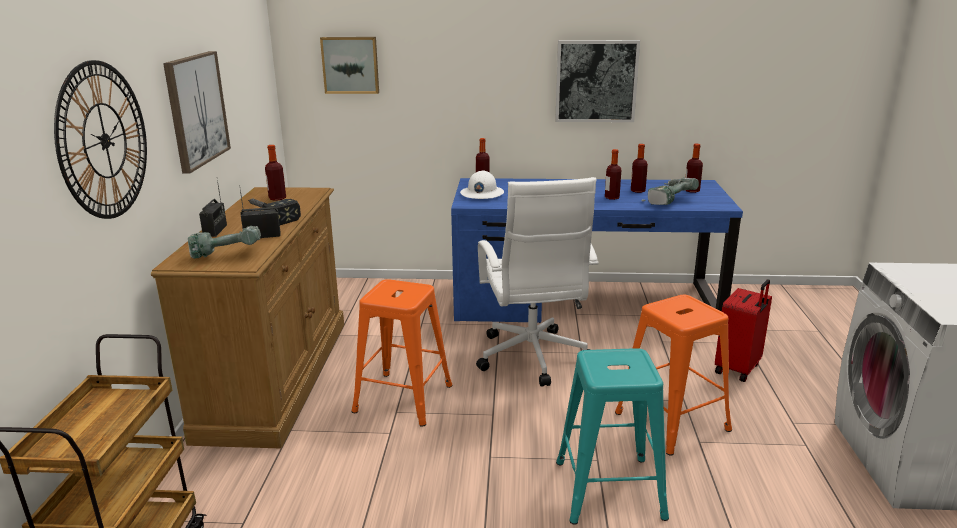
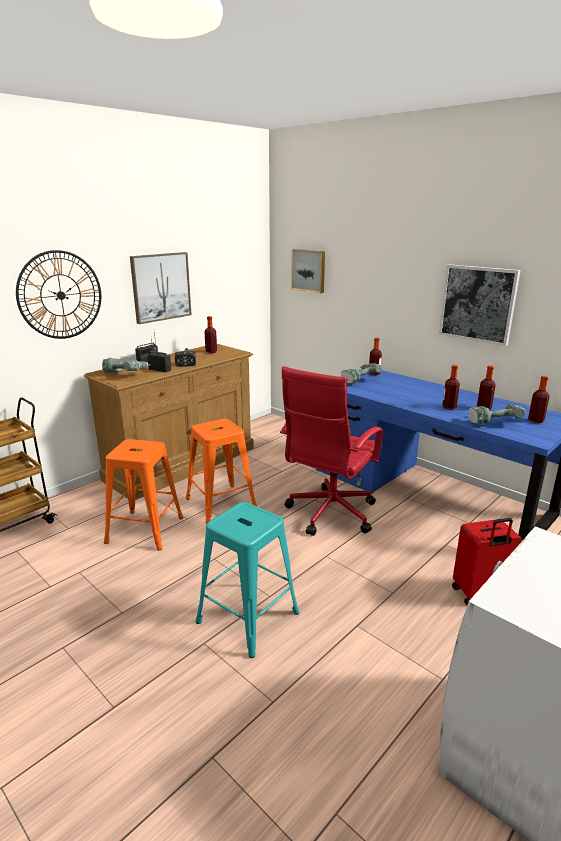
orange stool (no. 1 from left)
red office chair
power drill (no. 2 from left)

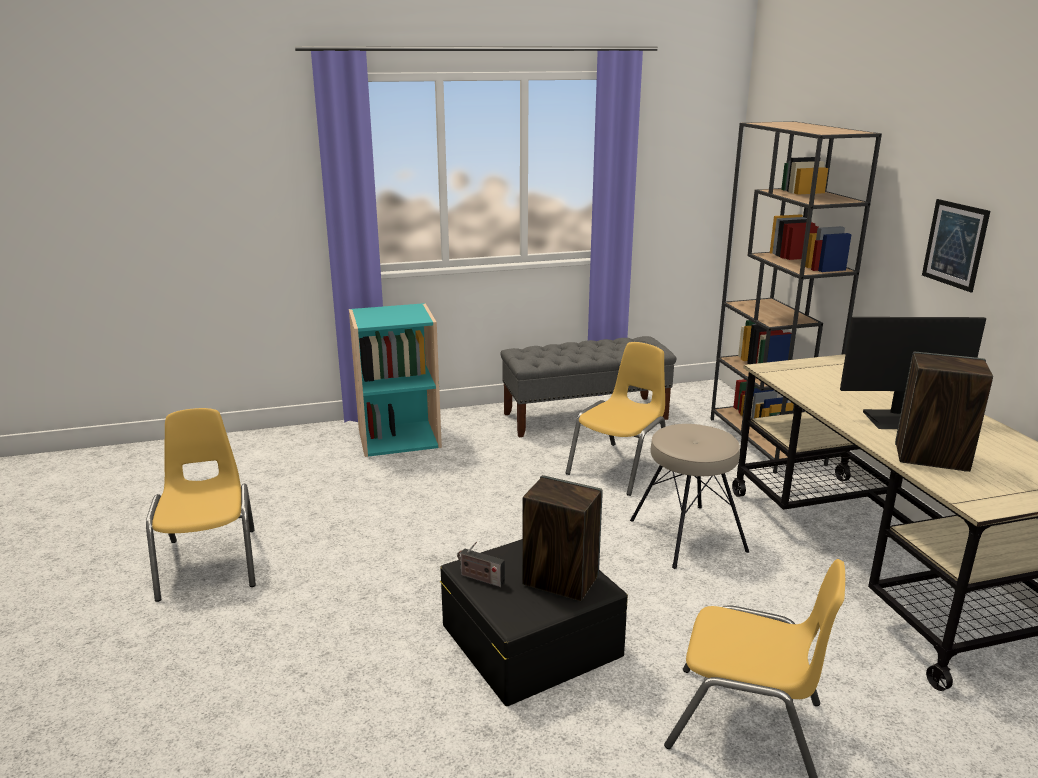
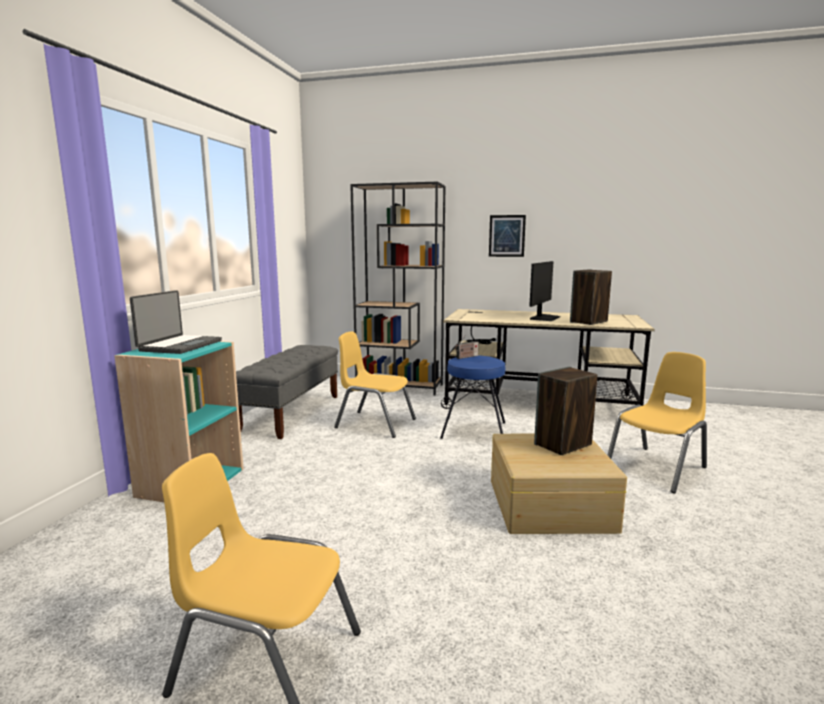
laptop
yellow chair (no. 2 from left)
blue stool
radio
beige storage box

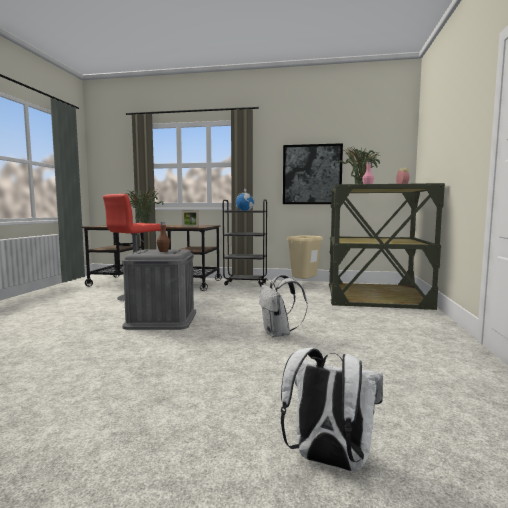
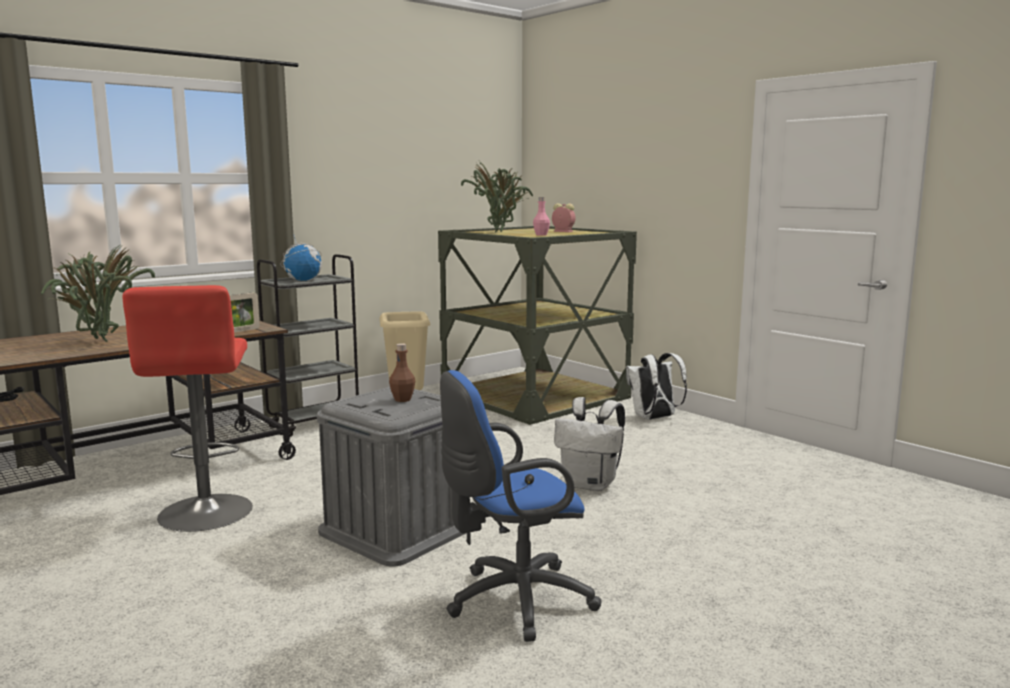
blue office chair
white backpack (no. 2 from left)
picture

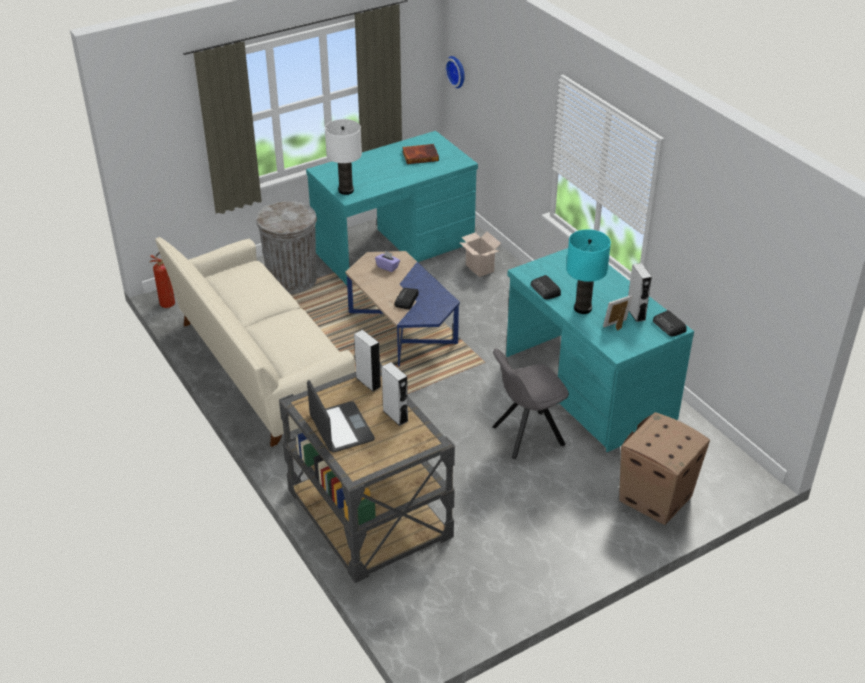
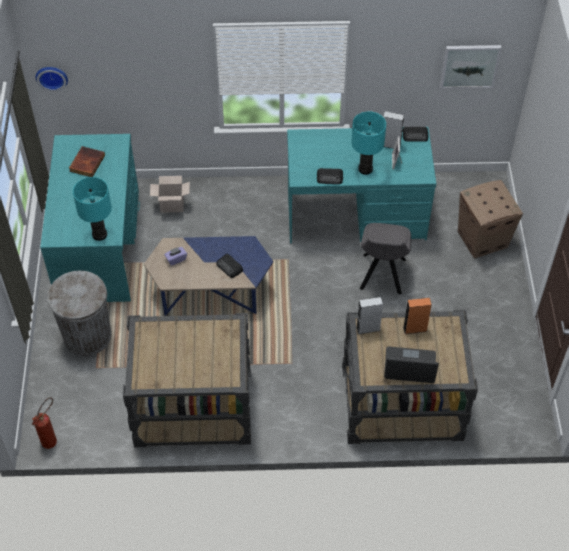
turquoise table lamp (no. 1 from left)
bookcase (no. 1 from left)
orange speaker
picture

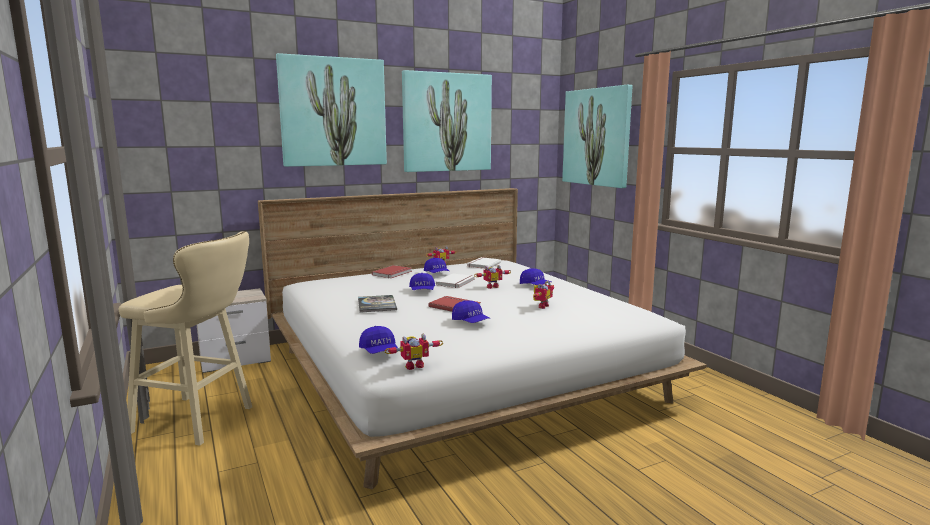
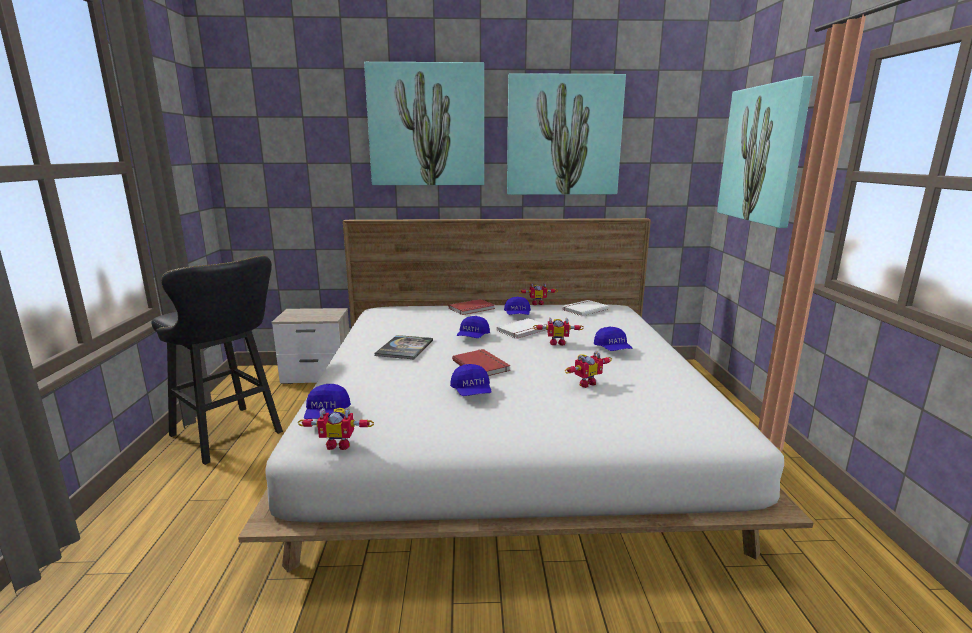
black stool

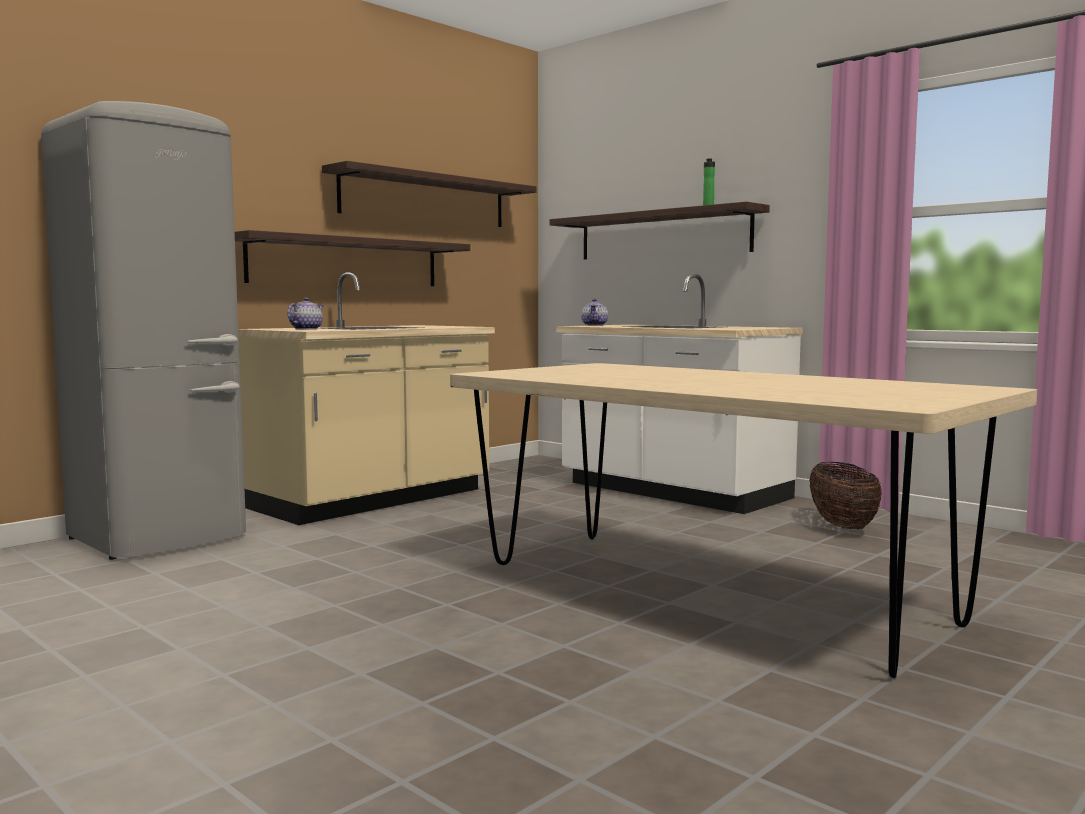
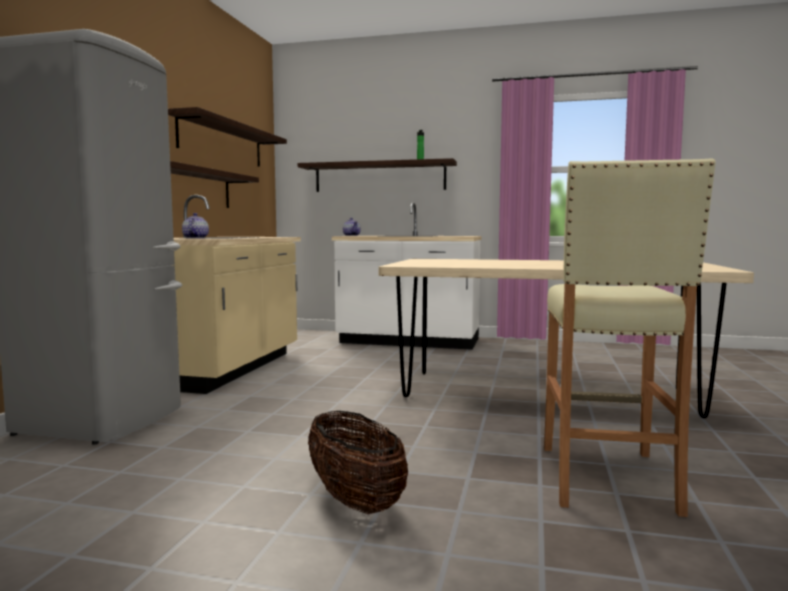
basket
beige stool

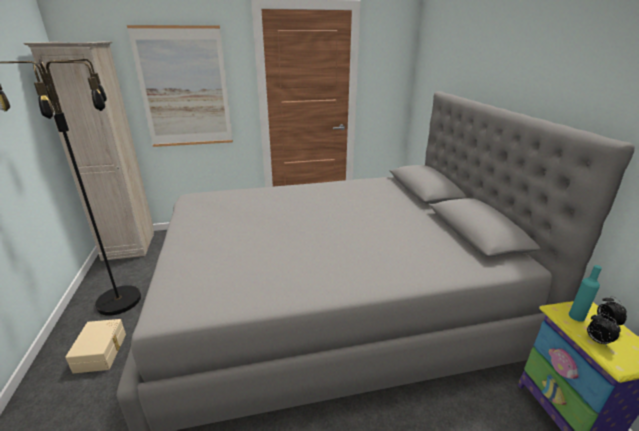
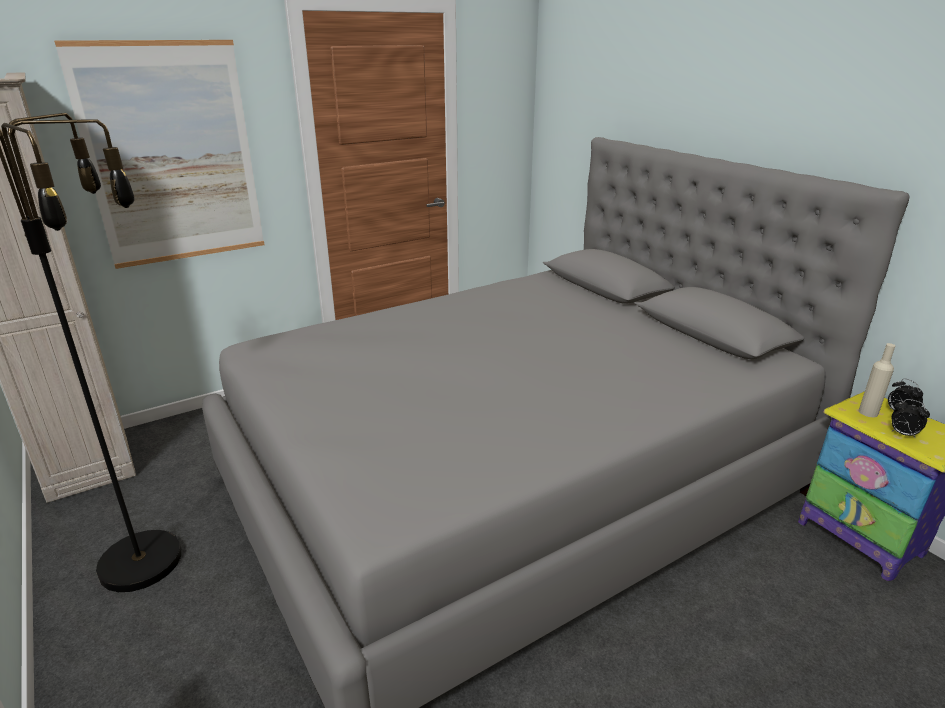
beige bottle
beige storage box

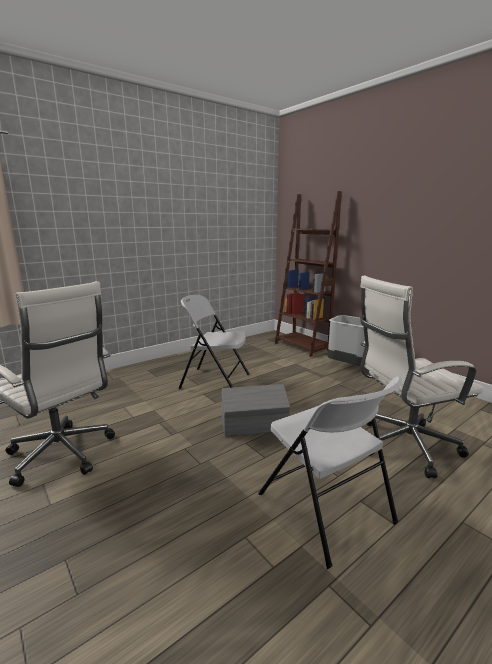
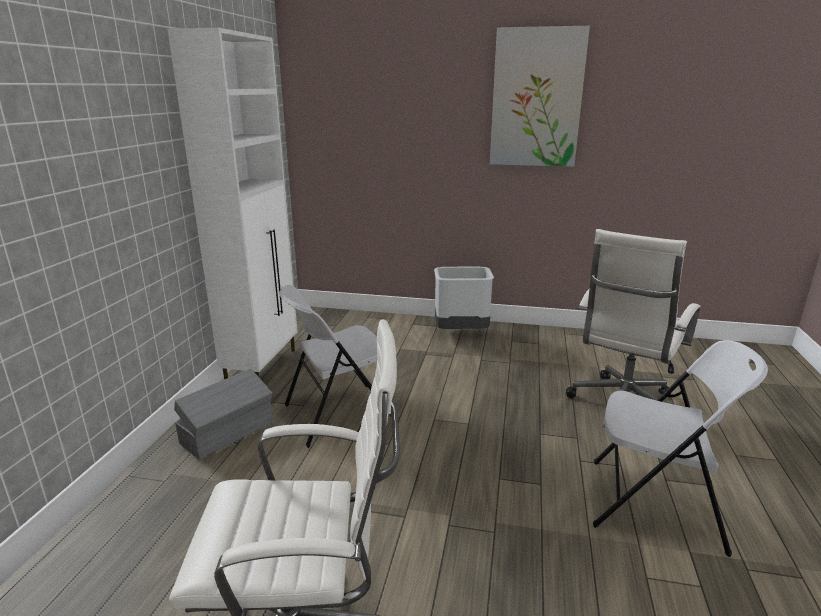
white cabinet
grey storage box
picture
brown bookcase

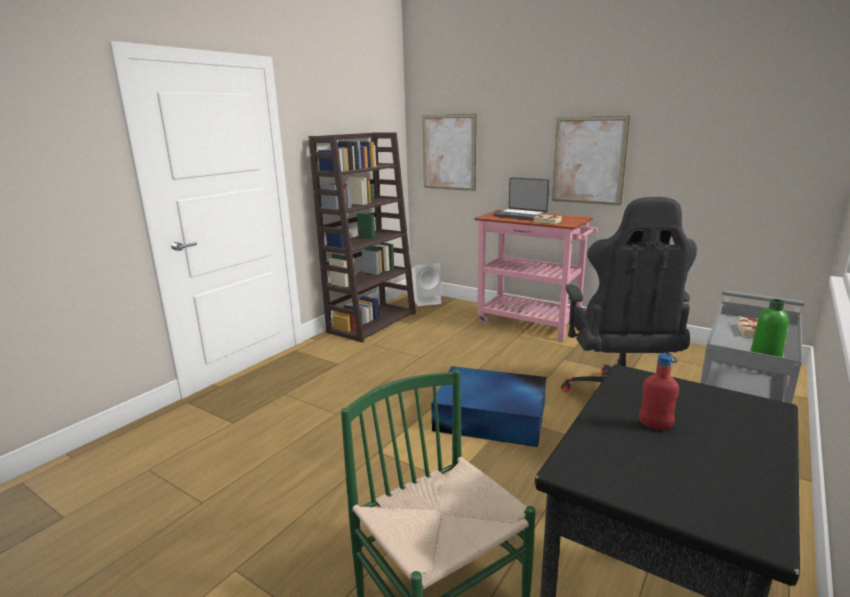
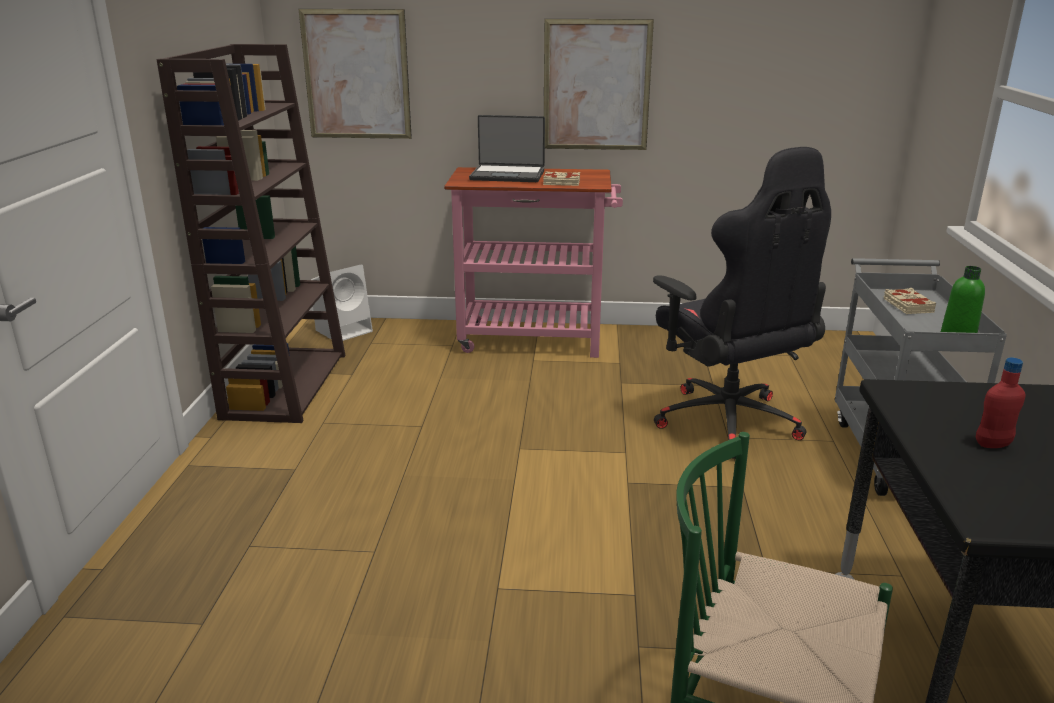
blue storage box

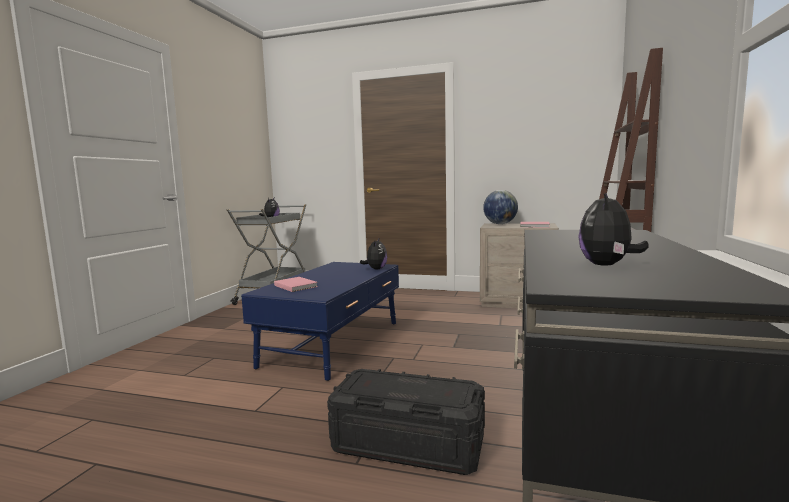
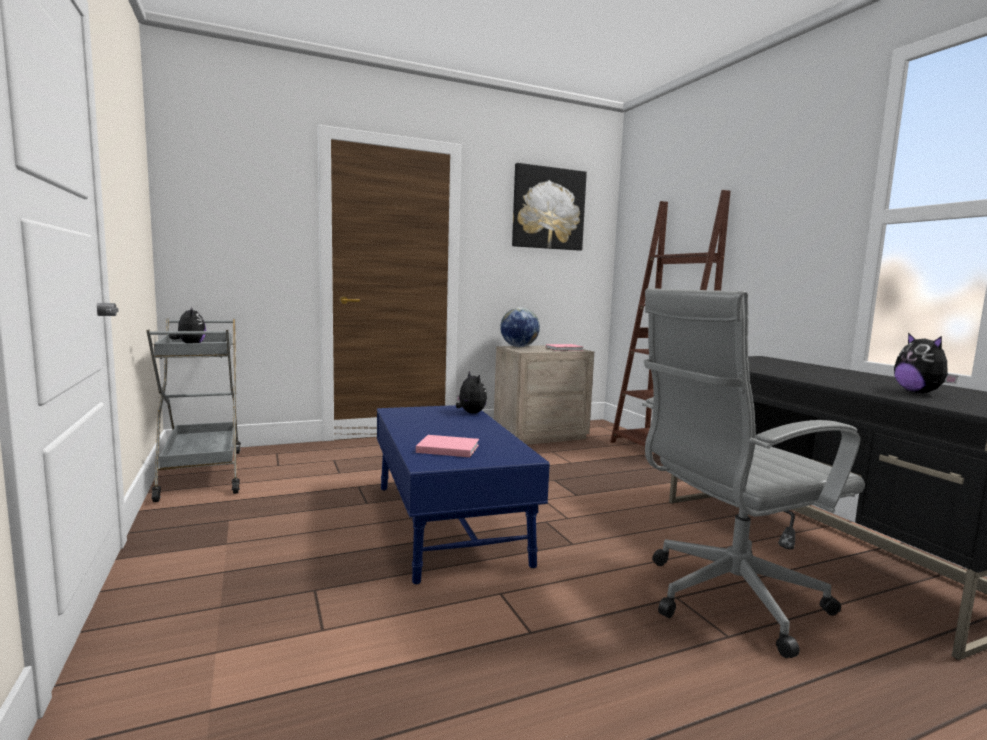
picture
grey office chair

